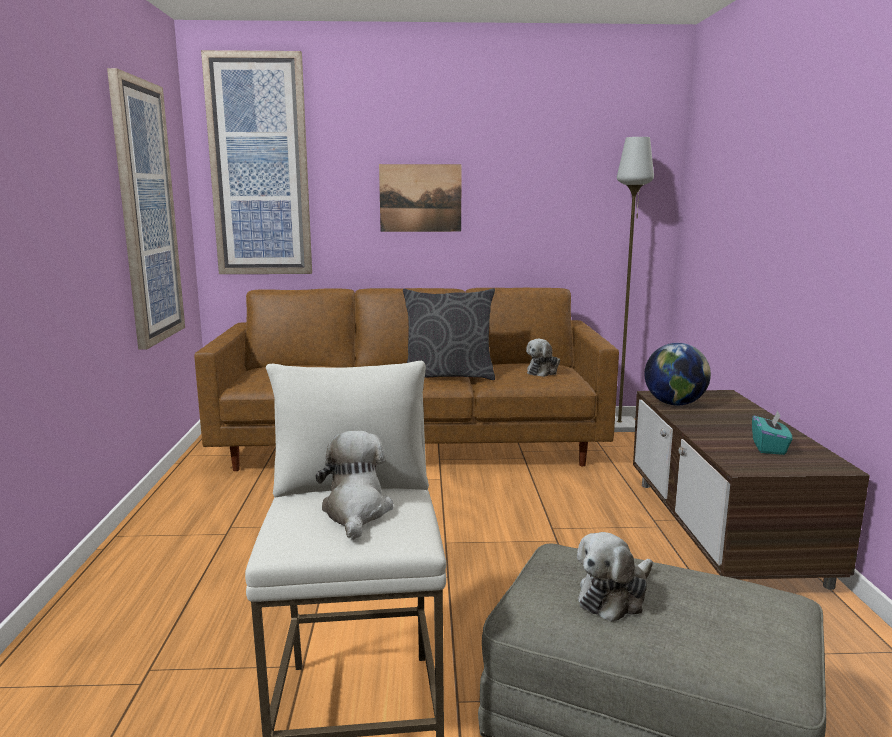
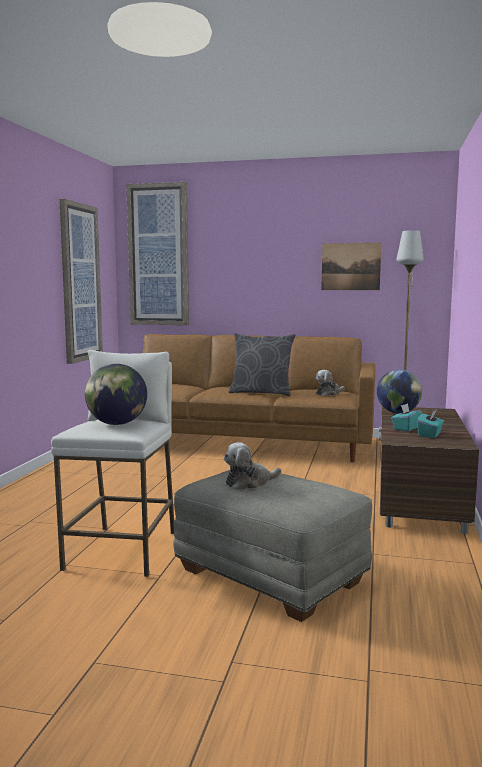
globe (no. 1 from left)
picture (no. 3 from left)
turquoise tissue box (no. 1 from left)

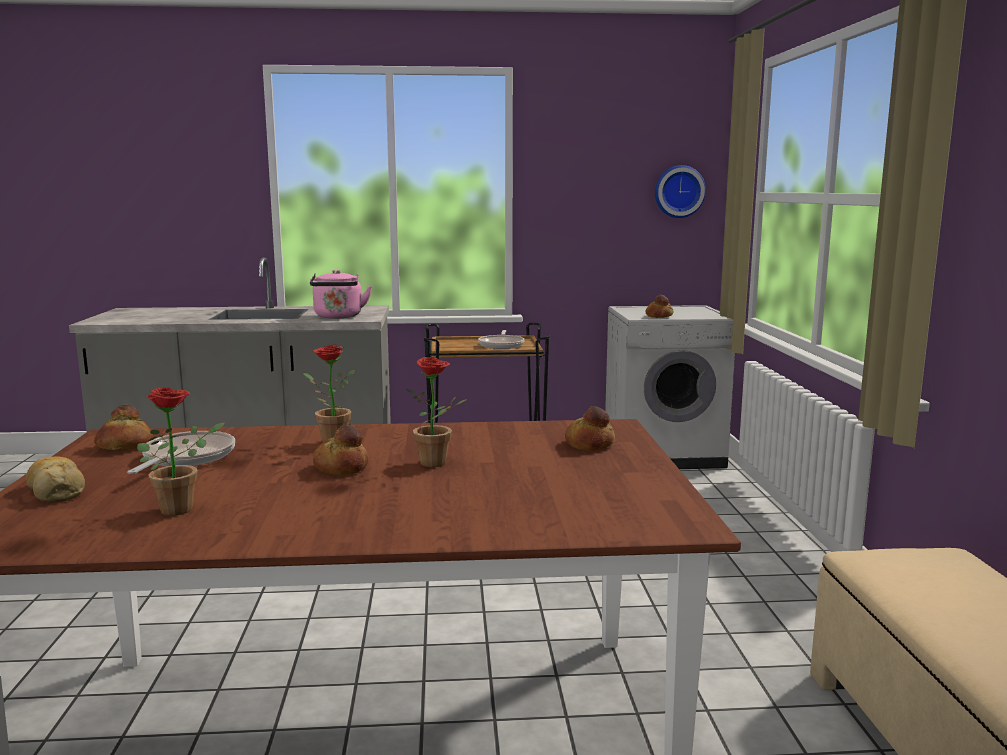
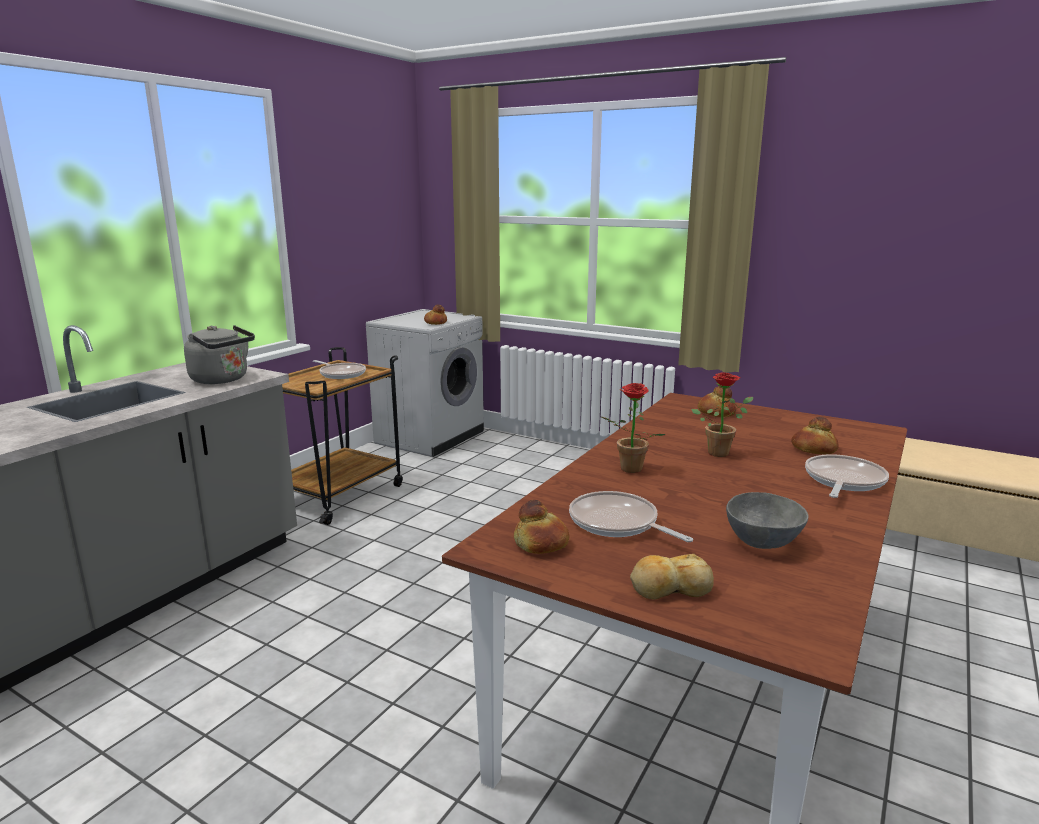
grey kettle
grey bowl
bread (no. 5 from left)
frying pan (no. 3 from left)
wall clock

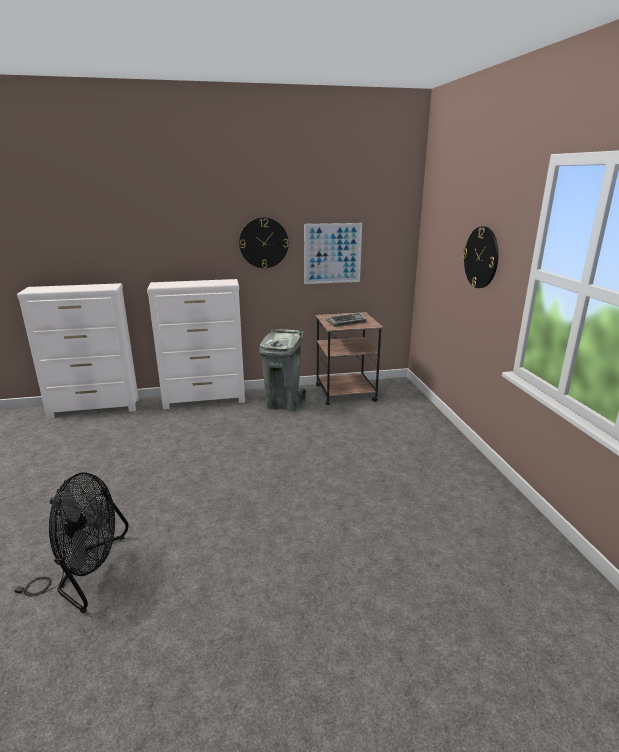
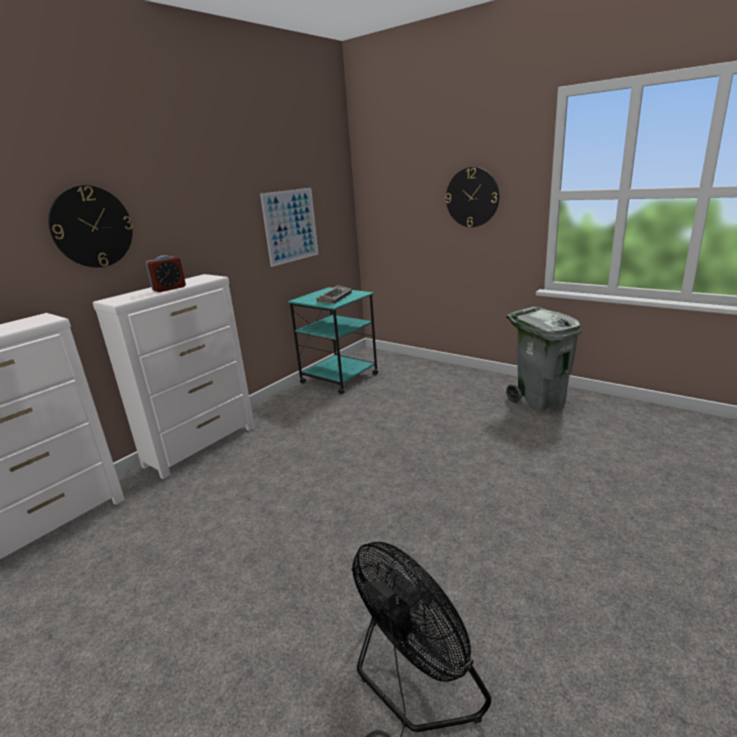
wall clock (no. 1 from left)
alarm clock
turquoise cart
grey trash can

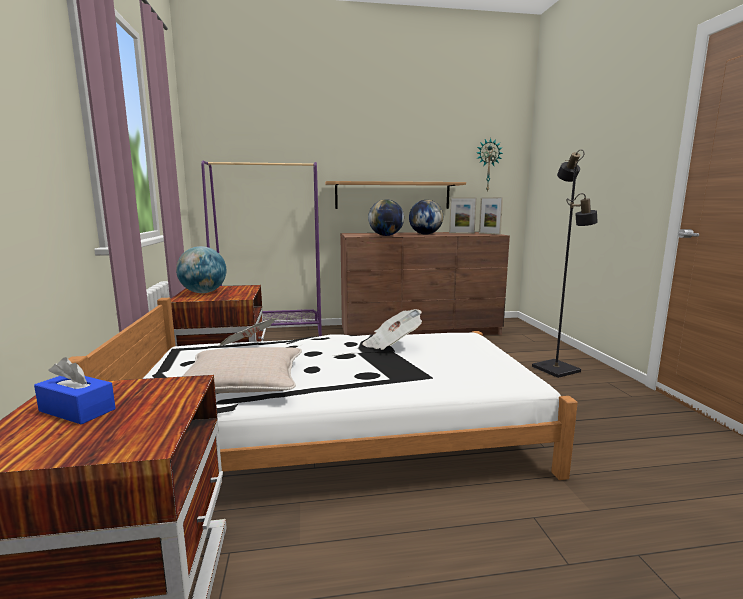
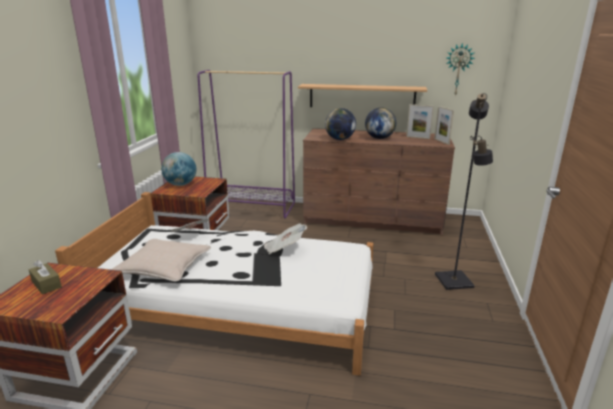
brown tissue box

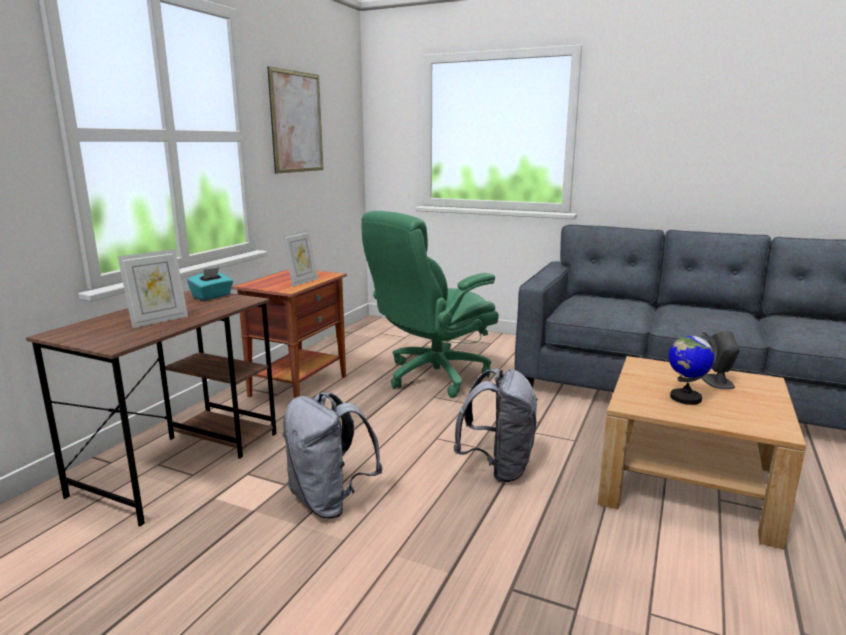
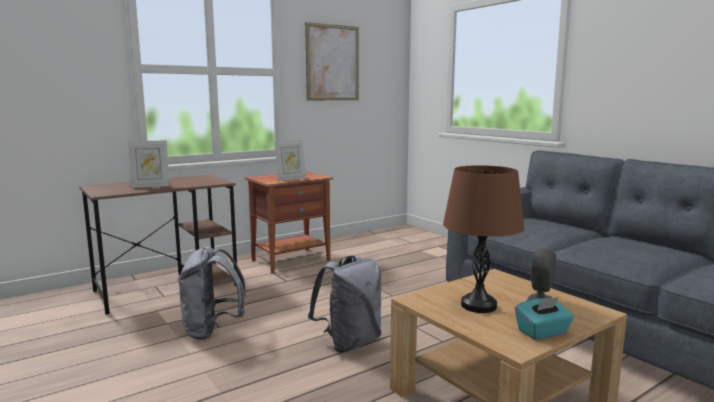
brown table lamp
turquoise tissue box
green office chair

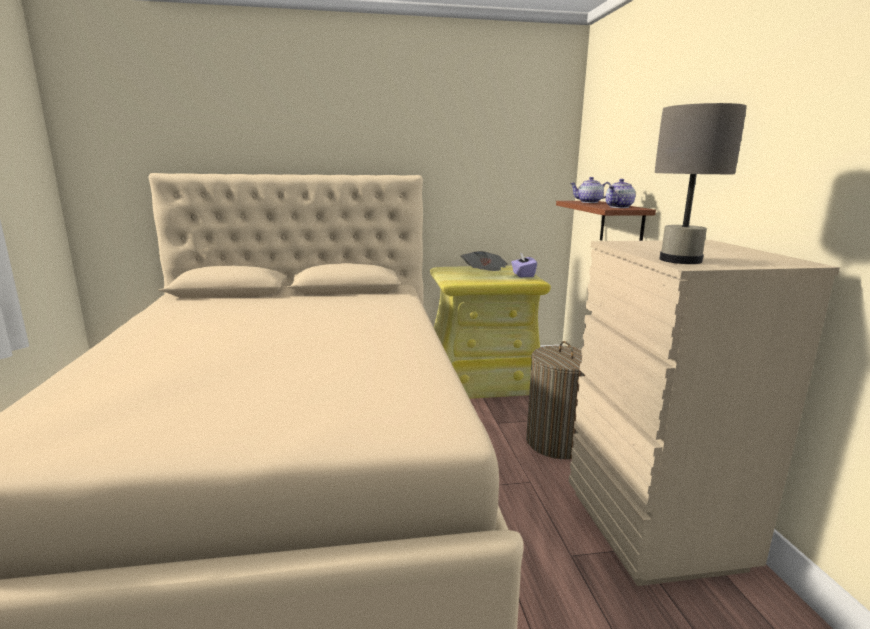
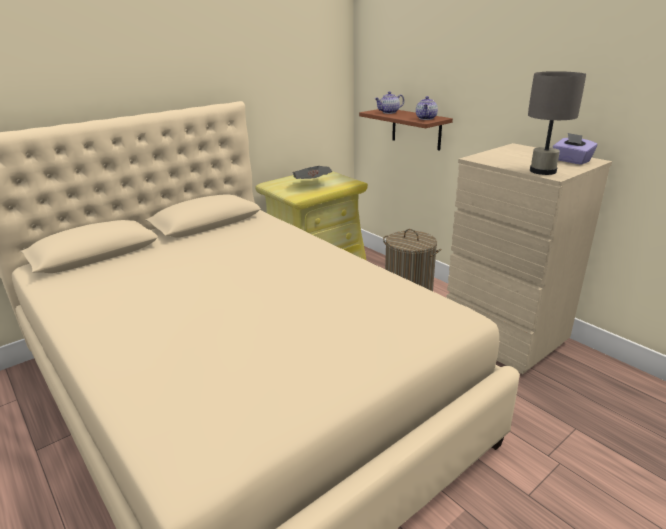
purple tissue box

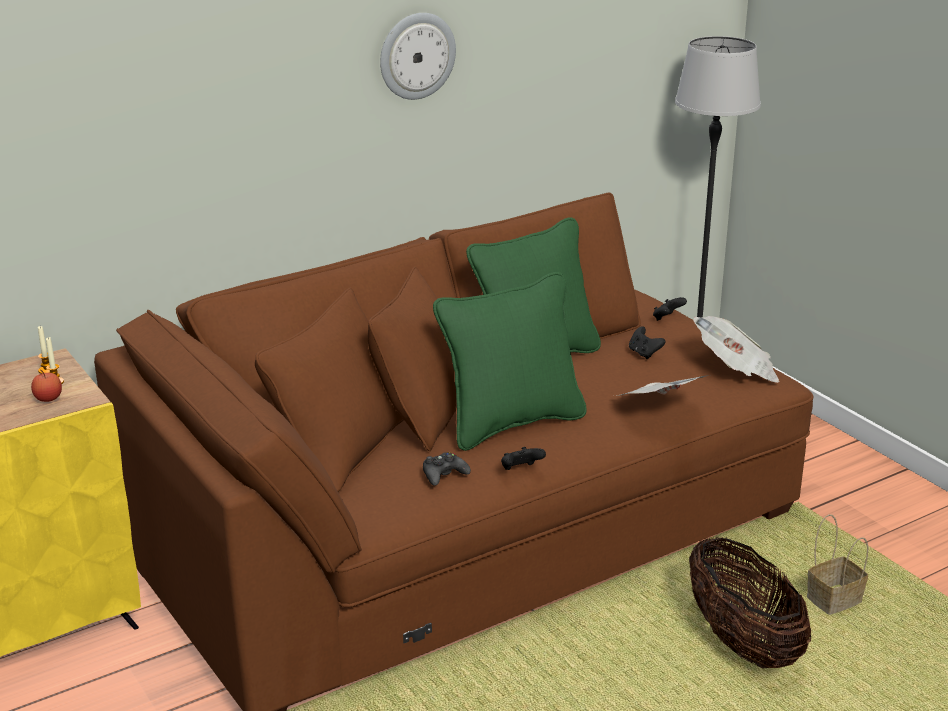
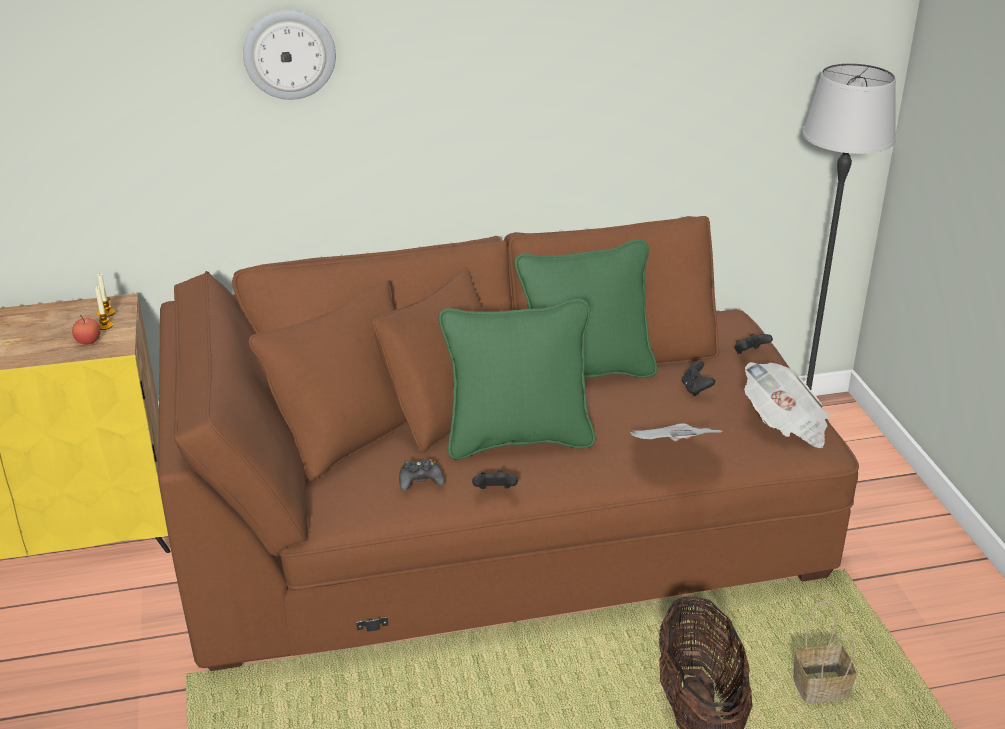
wall clock

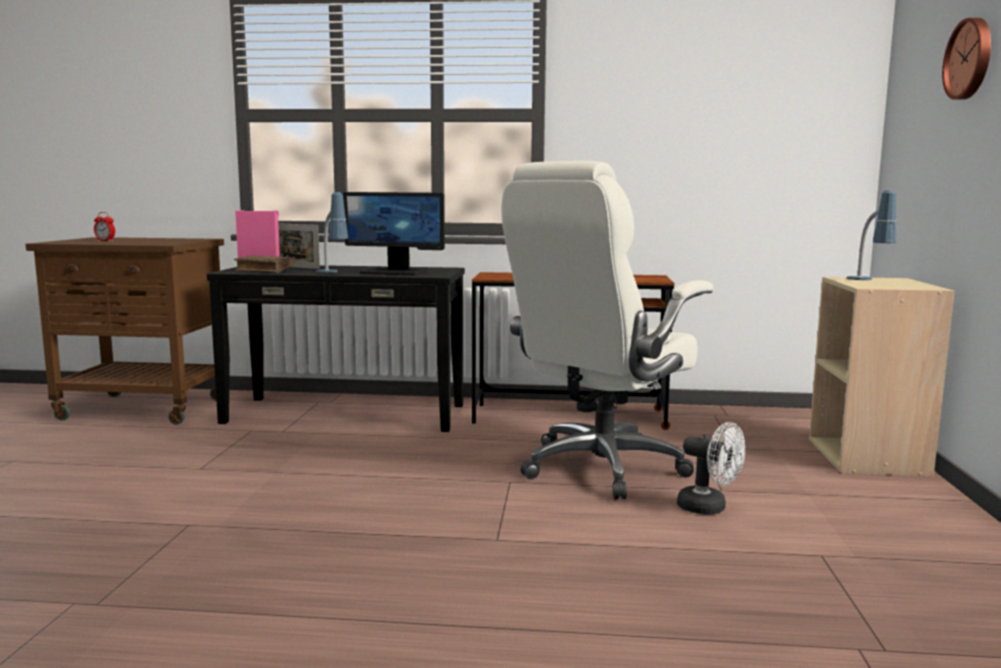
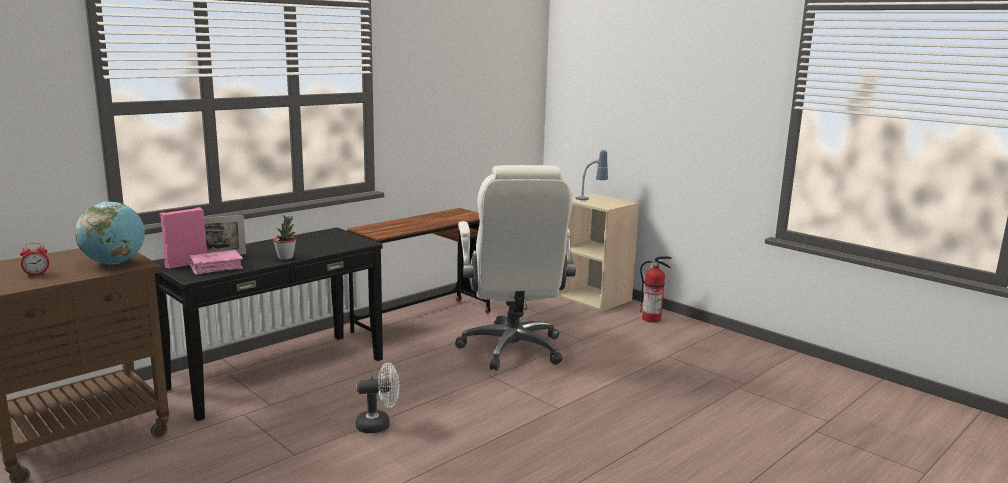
globe
pink book
potted plant
white fan
fire extinguisher
monitor
wall clock

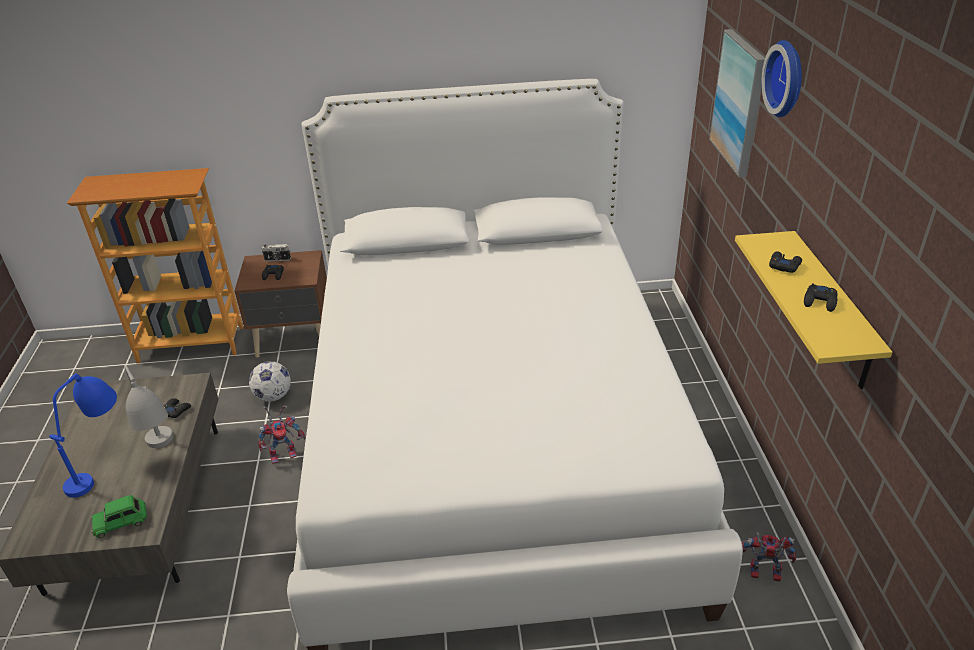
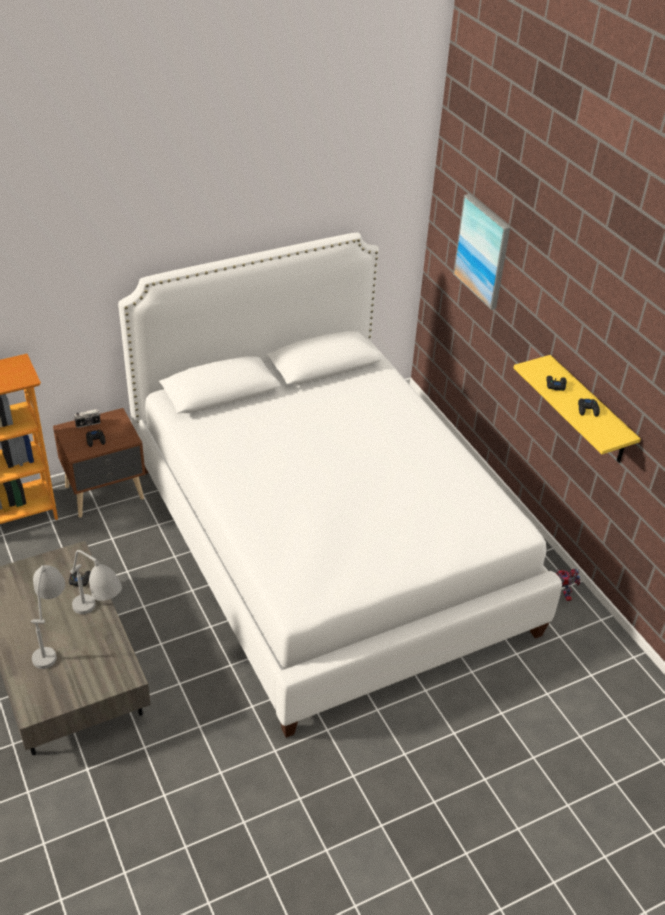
grey table lamp (no. 1 from left)
green toy car
football
toy robot (no. 1 from left in the first image)
wall clock

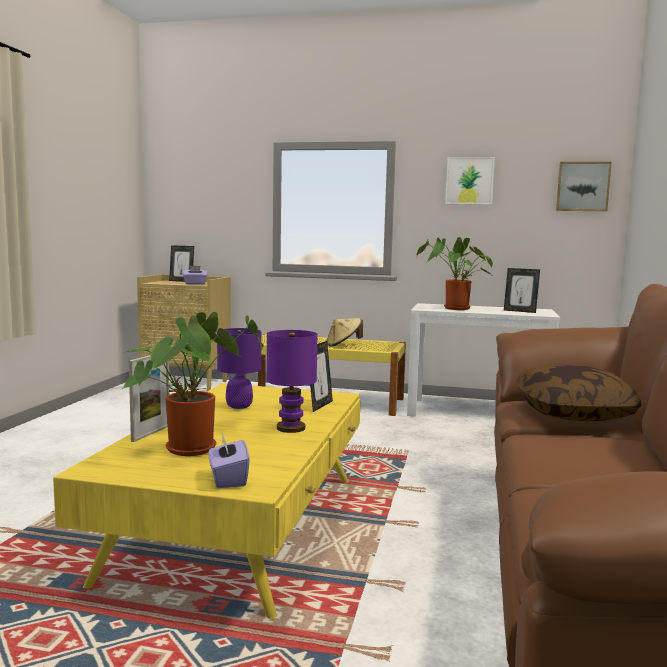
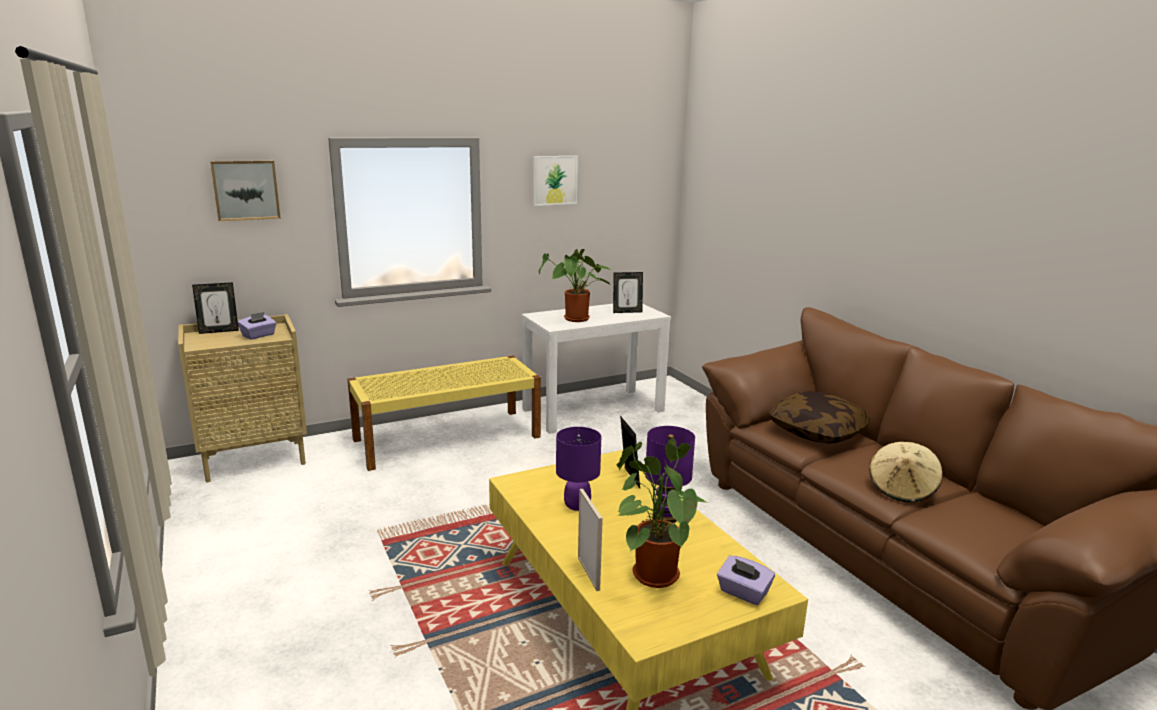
picture (no. 1 from left)
beige hat

